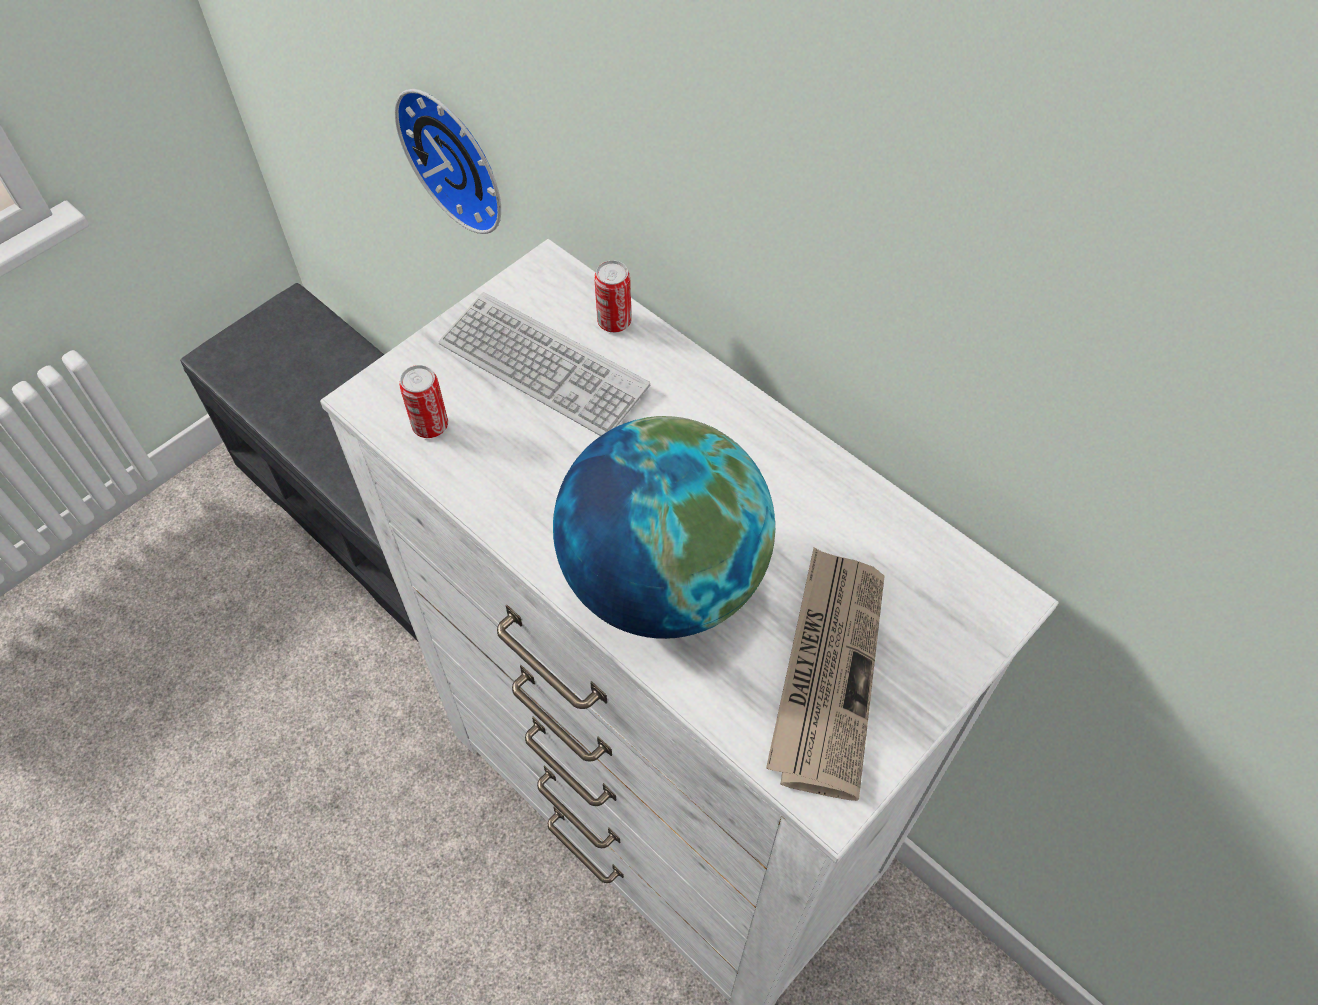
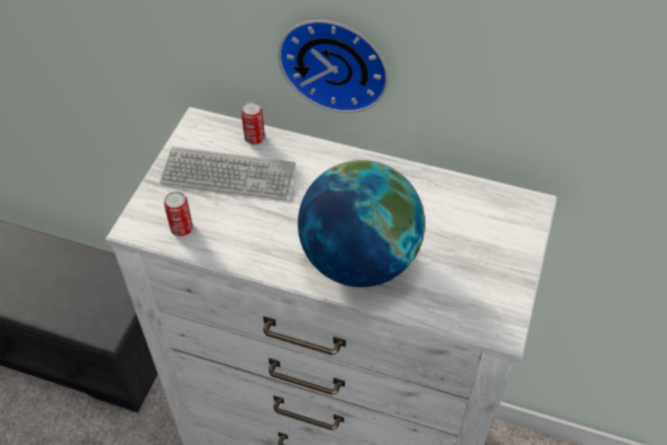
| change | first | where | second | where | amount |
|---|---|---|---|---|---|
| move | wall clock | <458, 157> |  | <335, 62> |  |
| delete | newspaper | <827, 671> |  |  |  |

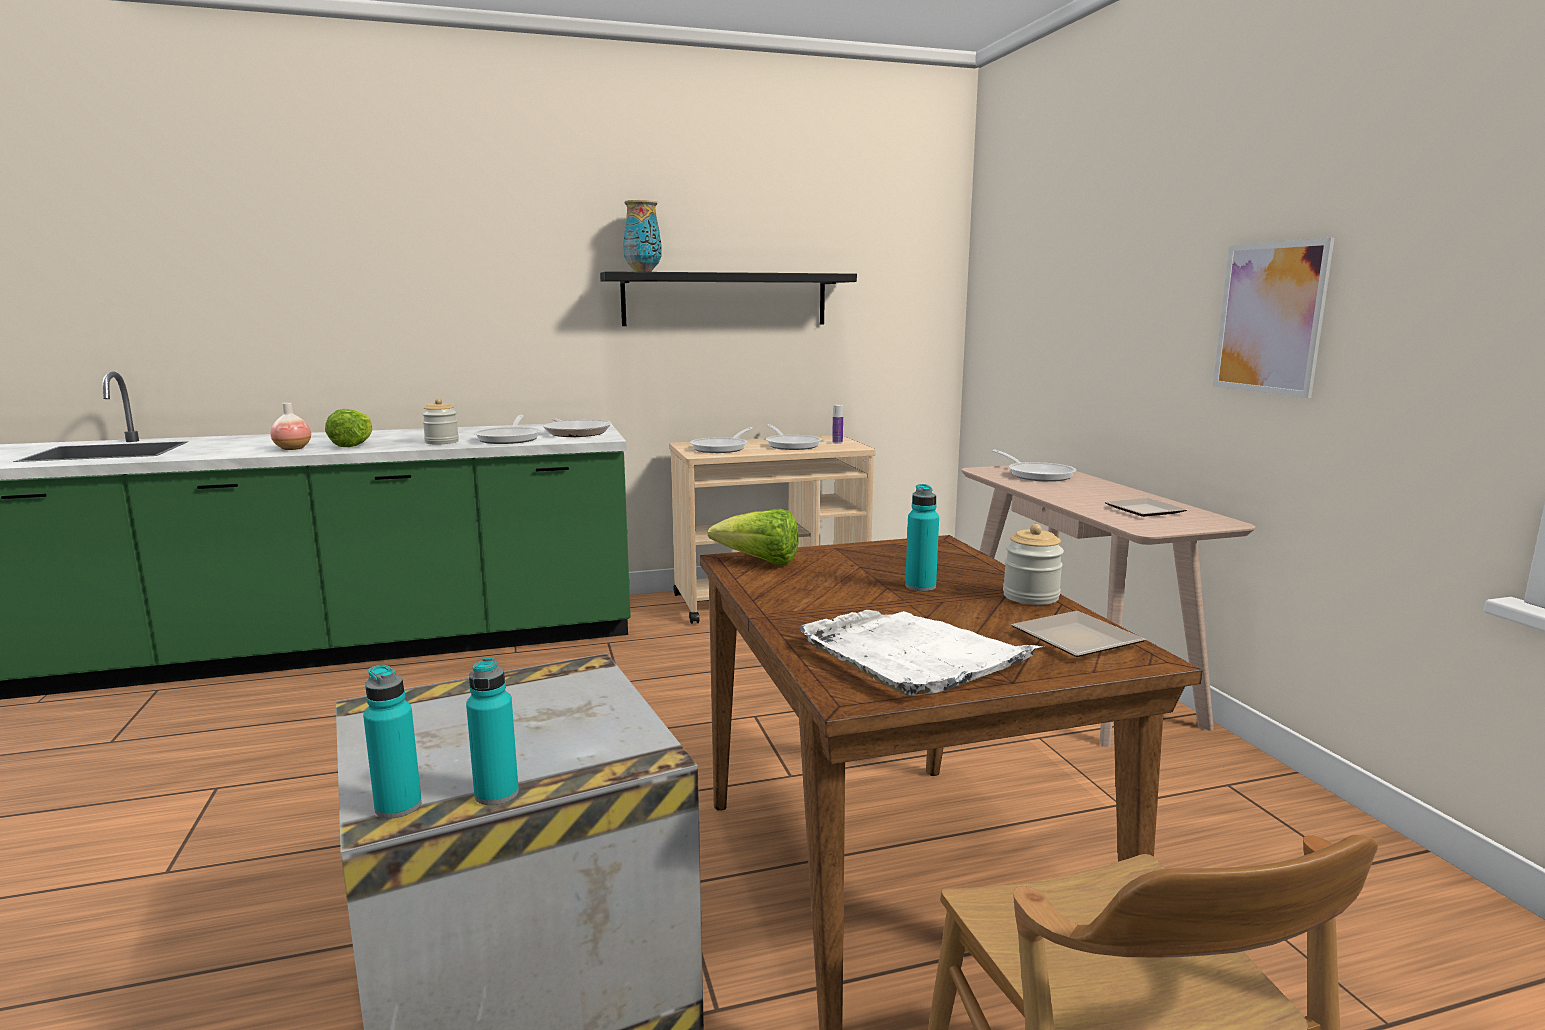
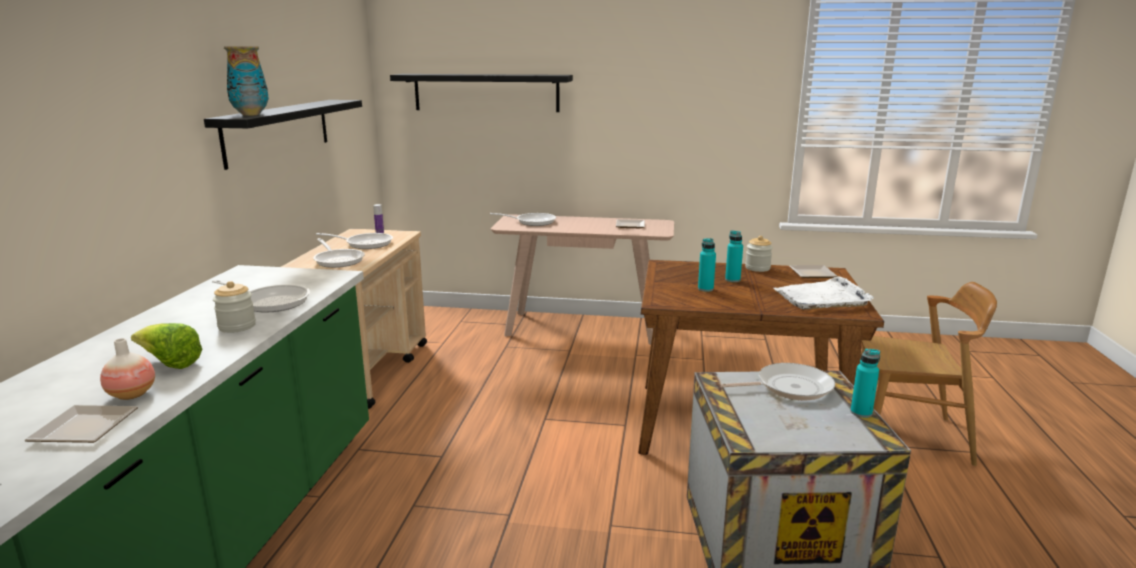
| change | first | where | second | where | amount |
|---|---|---|---|---|---|
| delete | picture | <1270, 318> |  |  |  |
| move | frying pan | <576, 432> |  | <789, 387> |  |
| delete | lettuce | <760, 562> |  |  |  |
| move | turquoise bottle | <398, 806> |  | <705, 289> |  |
| insert |  |  | black shelf | <486, 92> |  |
| insert |  |  | plate | <81, 429> |  |

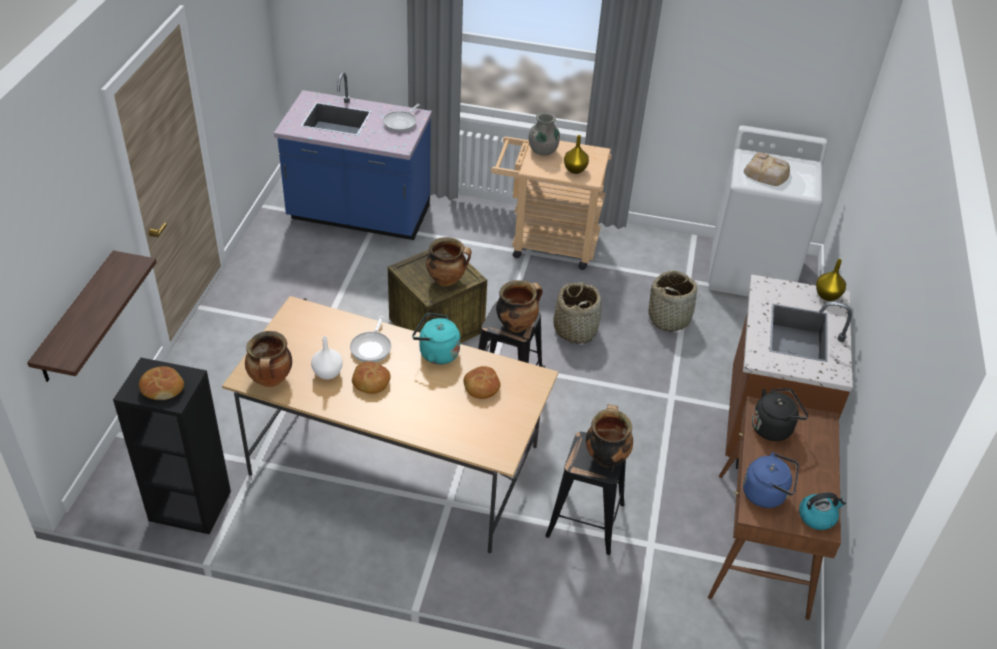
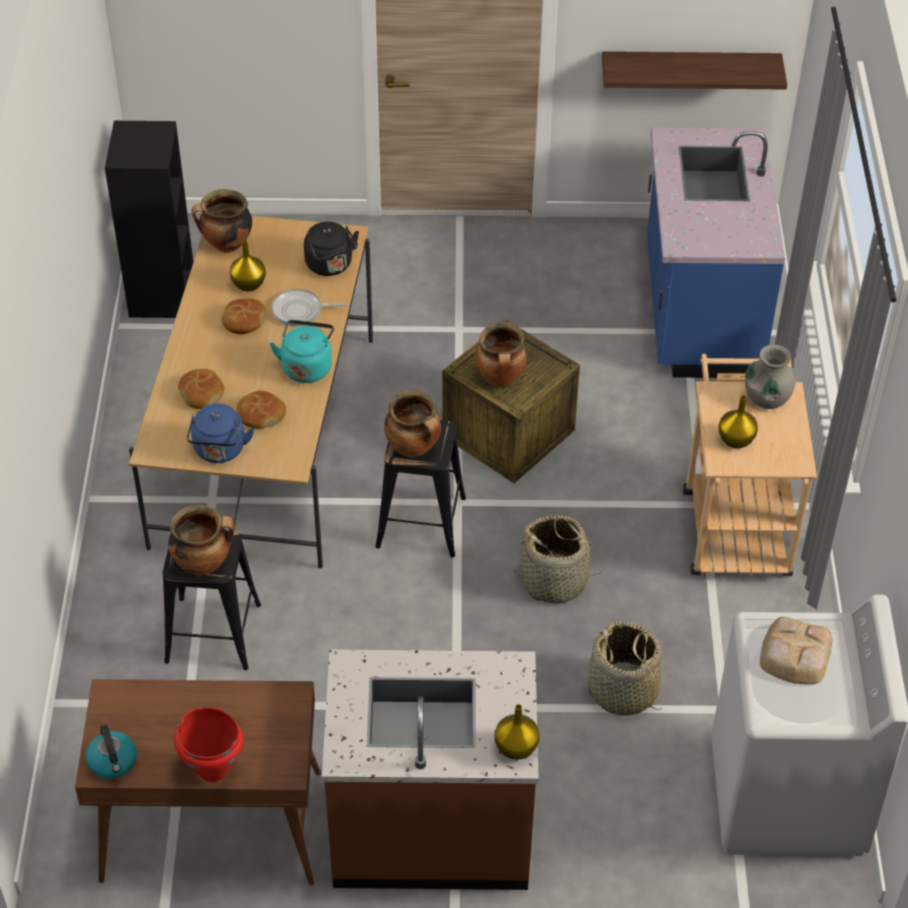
| change | first | where | second | where | amount |
|---|---|---|---|---|---|
| delete | frying pan | <401, 123> |  |  |  |
| move | shelf | <77, 318> |  | <689, 70> |  |
| recolor | white vase | <328, 373> | yellow vase | <249, 285> |  |
| move | bread | <162, 388> |  | <202, 393> |  |
| move | black kettle | <774, 427> |  | <331, 266> |  |
| move | blue kettle | <767, 494> |  | <219, 451> |  |
| insert |  |  | red cooking pot | <213, 770> |  |

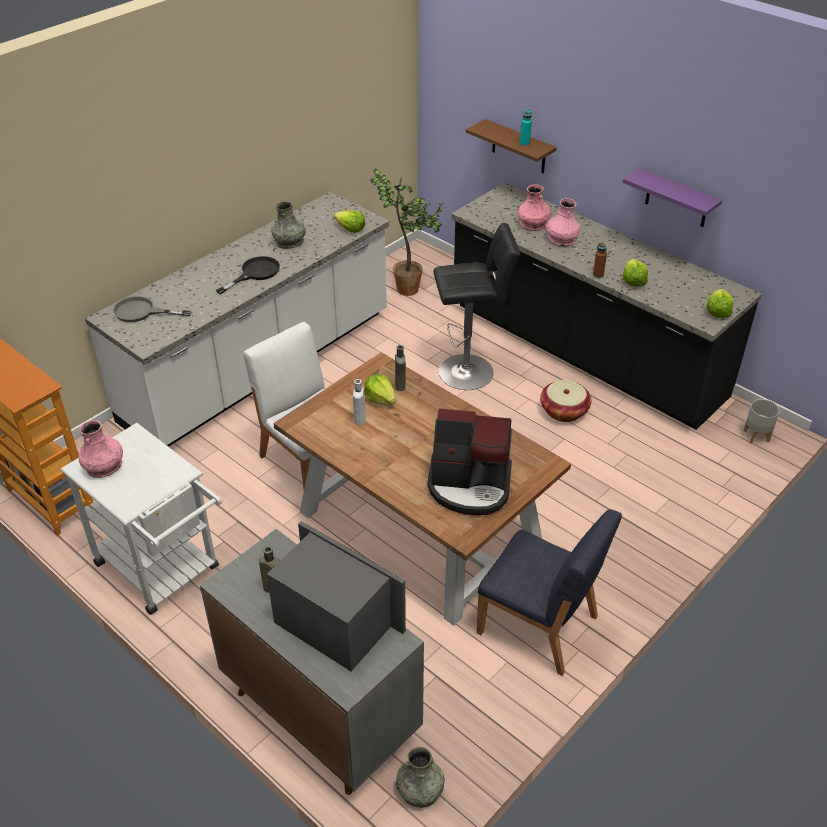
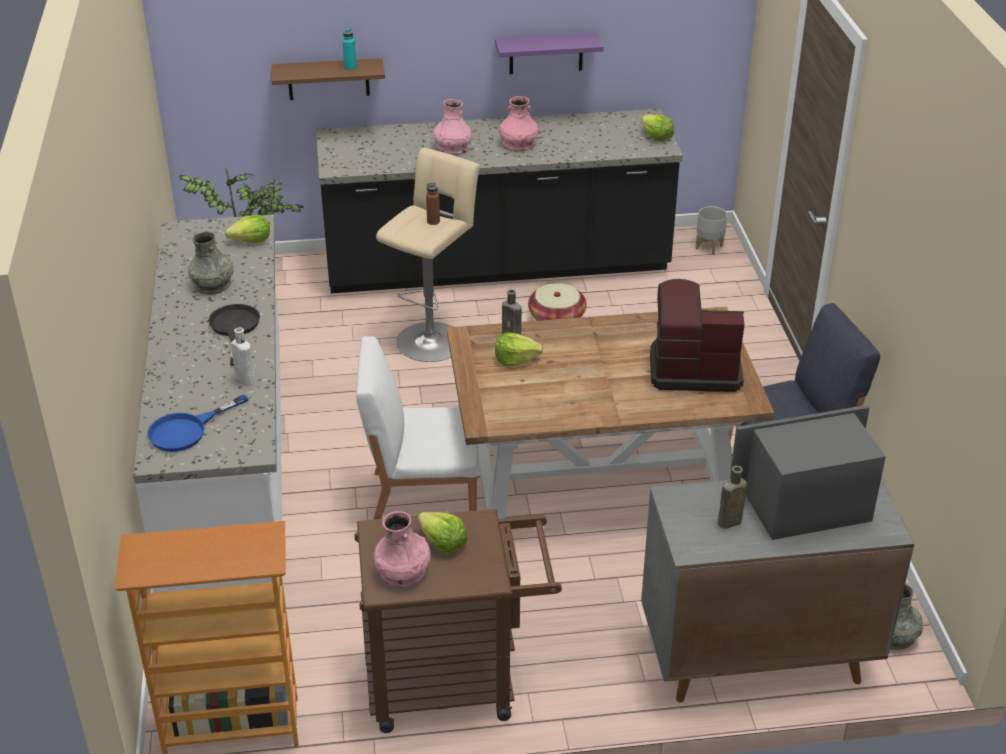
| change | first | where | second | where | amount |
|---|---|---|---|---|---|
| move | pink vase | <533, 224> |  | <518, 143> |  |
| recolor | black stool | <470, 371> | beige stool | <433, 339> |  |
| move | brown bottle | <598, 275> |  | <433, 221> |  |
| move | lettuce | <633, 281> |  | <442, 543> |  |
| recolor | grey frying pan | <142, 312> | blue frying pan | <187, 430> |  |
| move | white bottle | <360, 418> |  | <244, 379> |  |
| rotate | coffee machine | <470, 485> |  | <693, 368> | 135 degrees counterclockwise |
| recolor | white cart | <164, 571> | brown cart | <455, 682> |  |

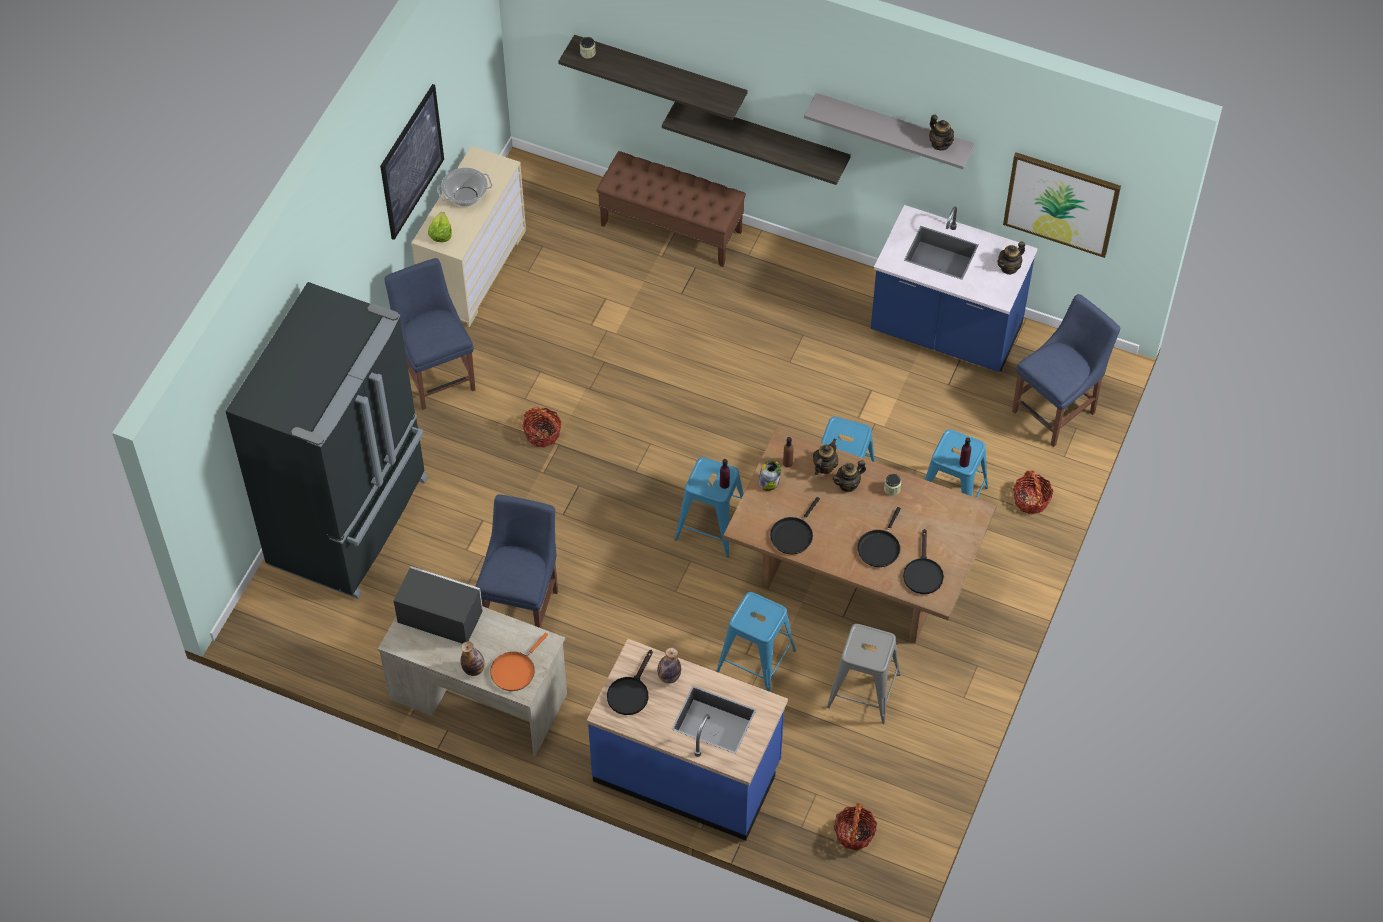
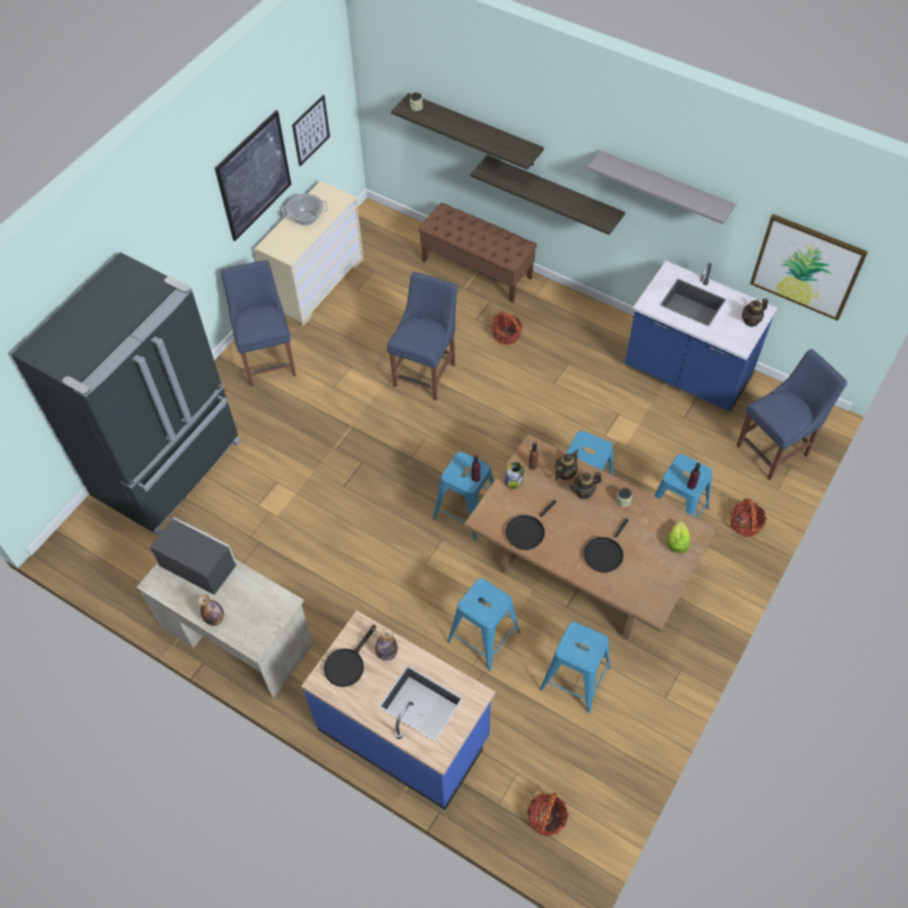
| change | first | where | second | where | amount |
|---|---|---|---|---|---|
| delete | teapot | <940, 144> |  |  |  |
| move | lettuce | <440, 234> |  | <677, 542> |  |
| move | basket | <542, 434> |  | <506, 335> |  |
| move | blue chair | <522, 607> |  | <426, 372> |  |
| delete | black frying pan | <922, 572> |  |  |  |
| recolor | grey stool | <864, 690> | blue stool | <575, 678> |  |
| delete | orange frying pan | <515, 670> |  |  |  |
| insert |  |  | picture | <311, 130> |  |

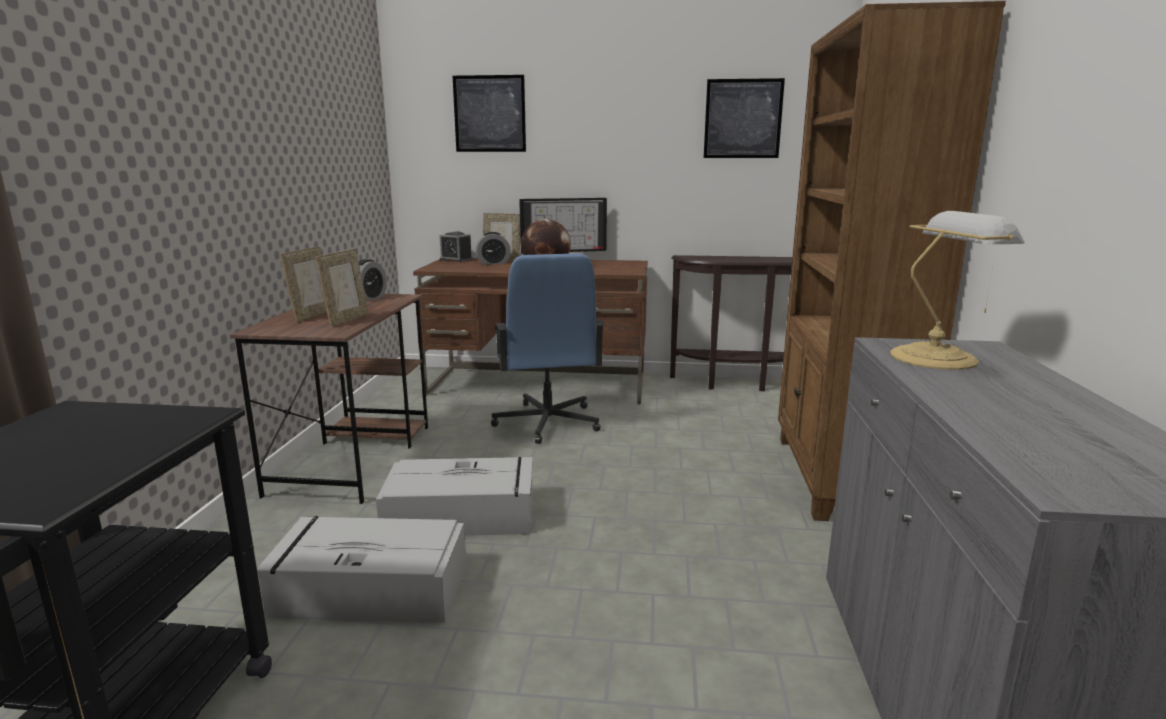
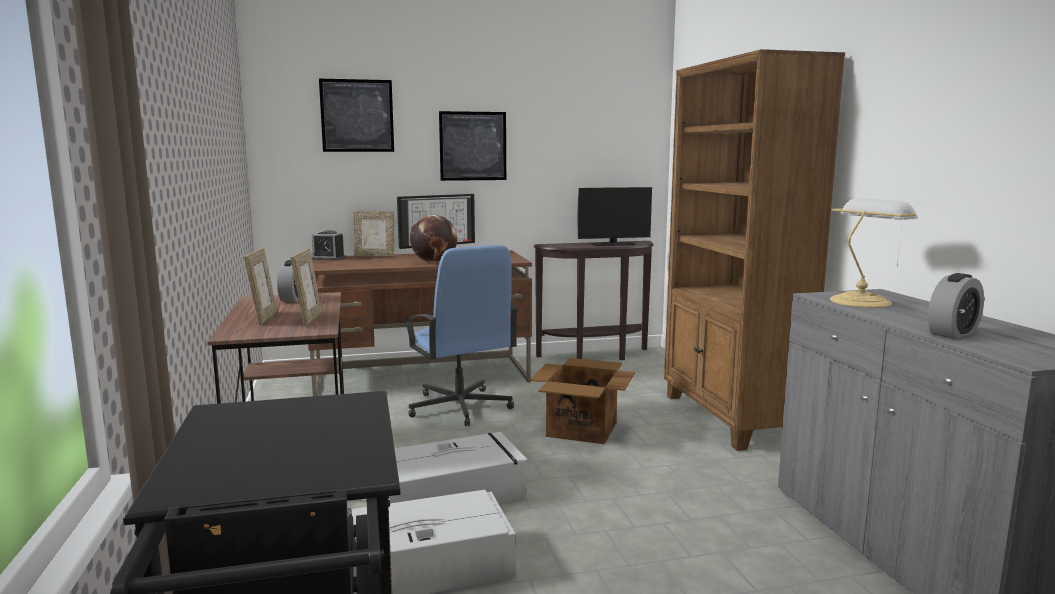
| change | first | where | second | where | amount |
|---|---|---|---|---|---|
| move | picture | <743, 119> |  | <473, 146> |  |
| move | alarm clock | <493, 263> |  | <953, 333> |  |
| insert |  |  | monitor | <613, 244> |  |
| insert |  |  | cardboard box | <581, 430> |  |

